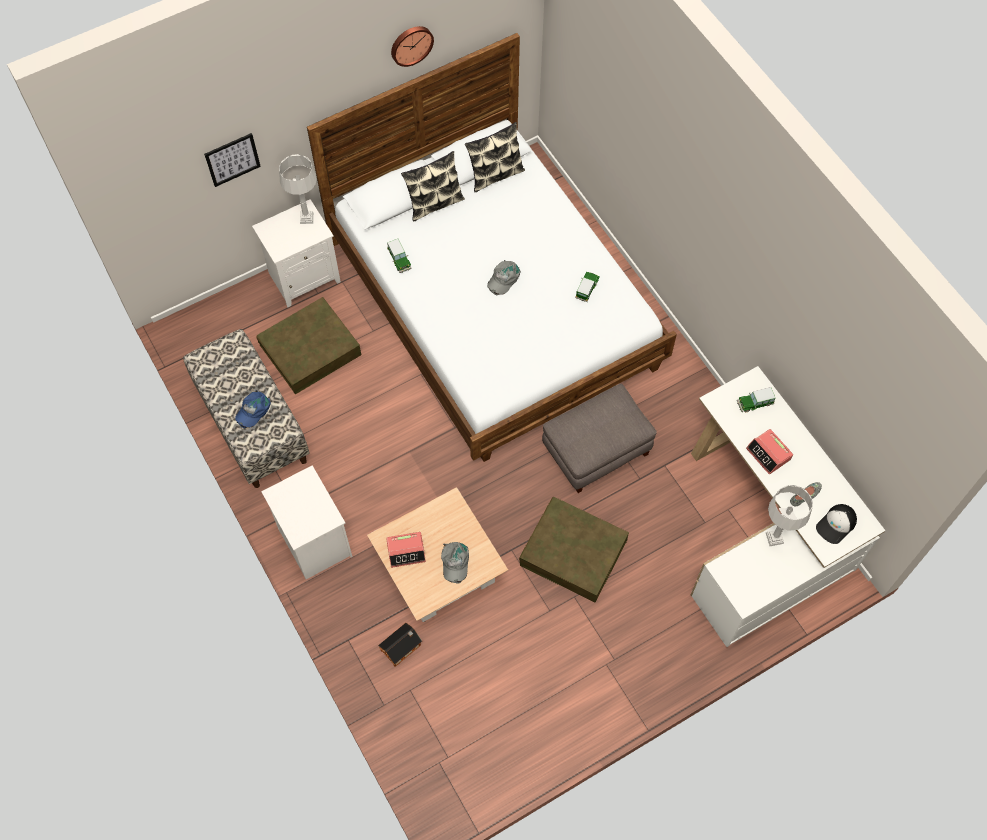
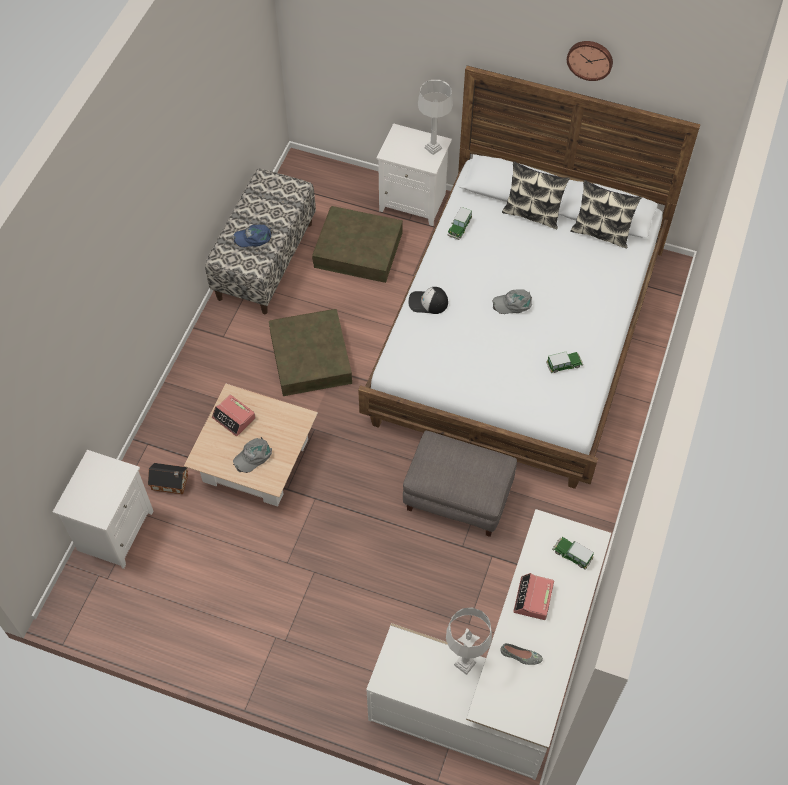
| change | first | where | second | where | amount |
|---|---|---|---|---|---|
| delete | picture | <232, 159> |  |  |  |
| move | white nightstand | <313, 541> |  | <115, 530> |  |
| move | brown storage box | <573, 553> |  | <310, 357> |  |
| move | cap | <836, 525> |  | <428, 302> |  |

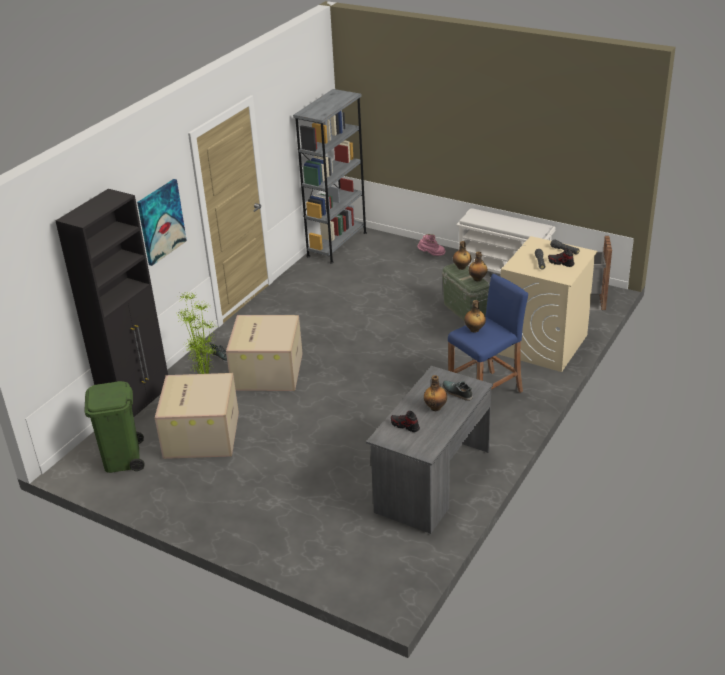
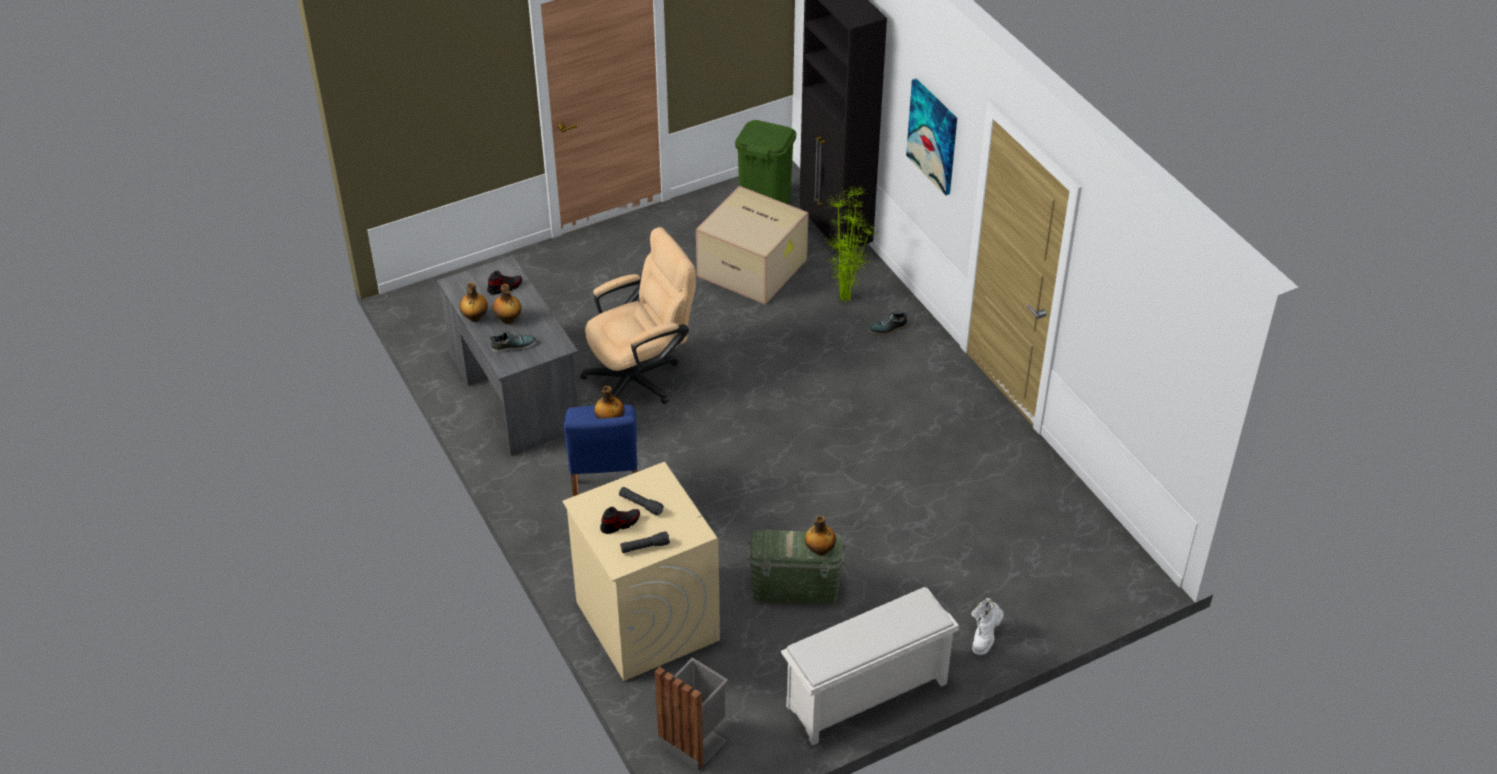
| change | first | where | second | where | amount |
|---|---|---|---|---|---|
| delete | grey bookcase | <337, 244> |  |  |  |
| recolor | pink boot | <431, 254> | white boot | <985, 637> |  |
| move | bottle | <478, 279> |  | <475, 318> |  |
| delete | cardboard box | <267, 371> |  |  |  |
| insert |  |  | beige office chair | <641, 377> |  |

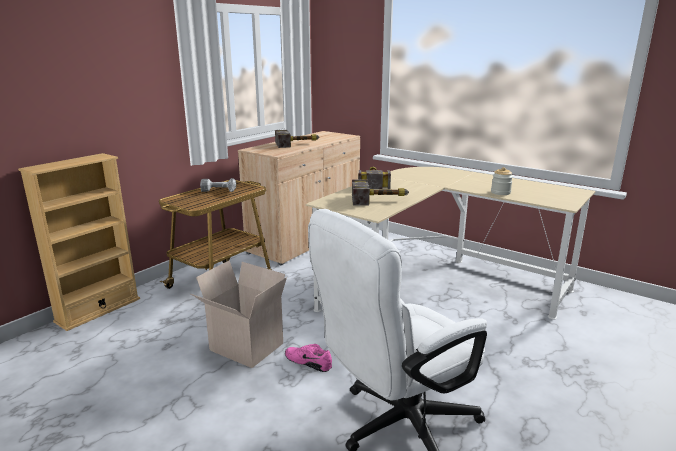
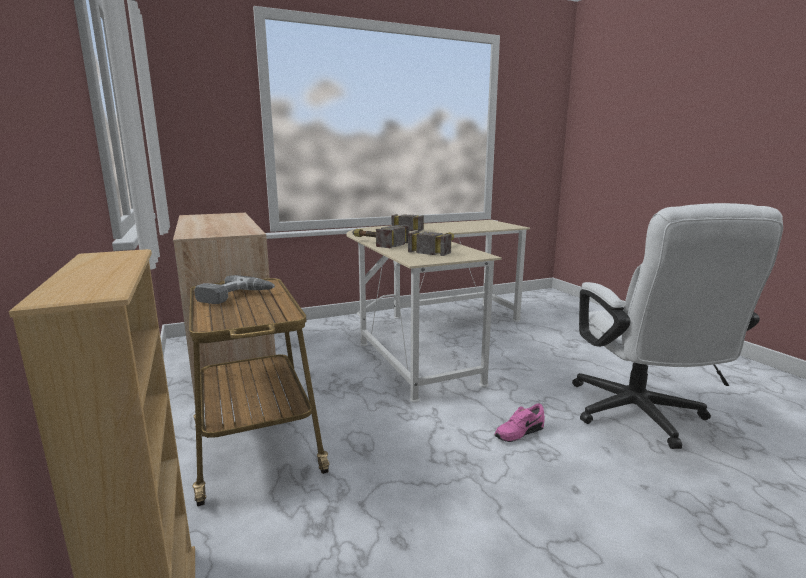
| change | first | where | second | where | amount |
|---|---|---|---|---|---|
| move | hammer | <298, 144> |  | <412, 227> |  |
| delete | jar | <500, 192> |  |  |  |
| delete | cardboard box | <244, 347> |  |  |  |

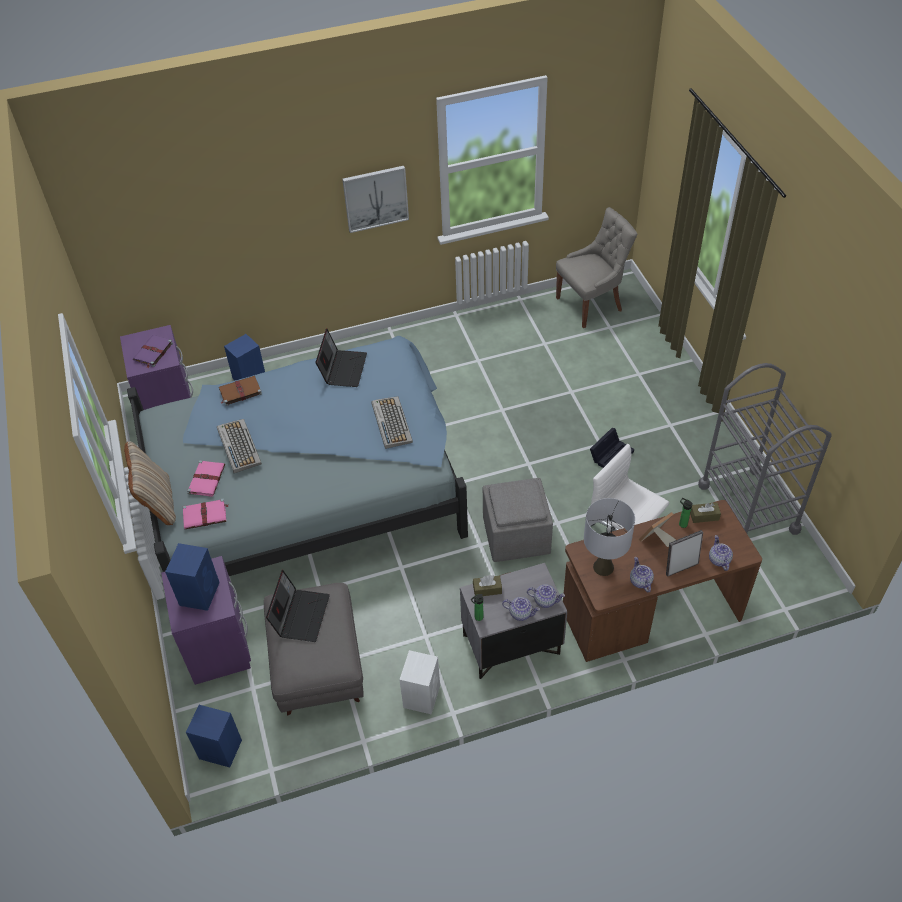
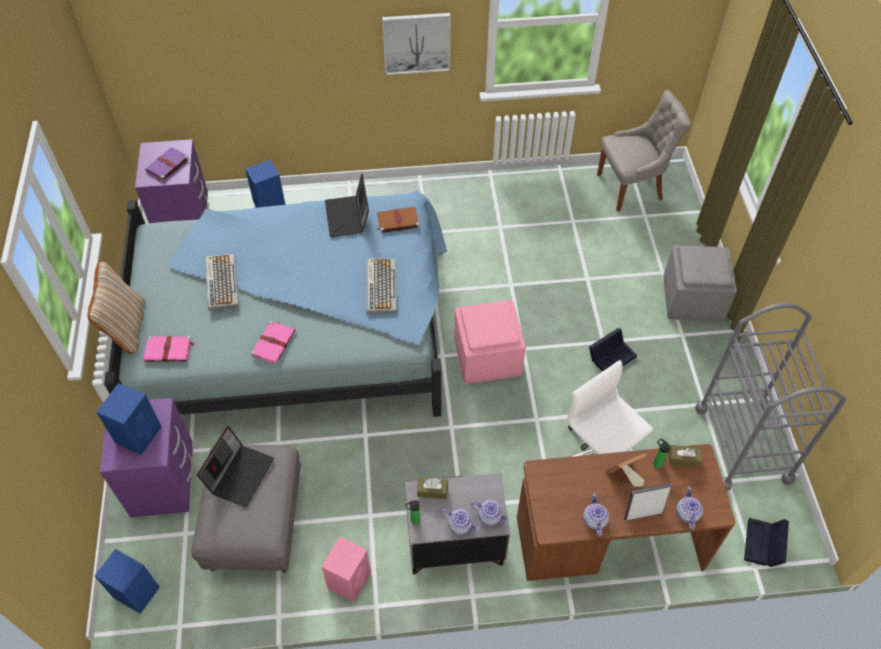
| change | first | where | second | where | amount |
|---|---|---|---|---|---|
| rotate | laptop | <343, 368> |  | <348, 217> | 150 degrees clockwise |
| move | brown book | <239, 392> |  | <397, 221> |  |
| move | pink book | <207, 479> |  | <274, 342> |  |
| move | grey ottoman | <515, 537> |  | <692, 300> |  |
| delete | grey table lamp | <603, 567> |  |  |  |
| recolor | white speaker | <422, 695> | pink speaker | <350, 579> |  |
| insert |  |  | pink ottoman | <487, 358> |  |
| insert |  |  | black storage box | <763, 545> |  |

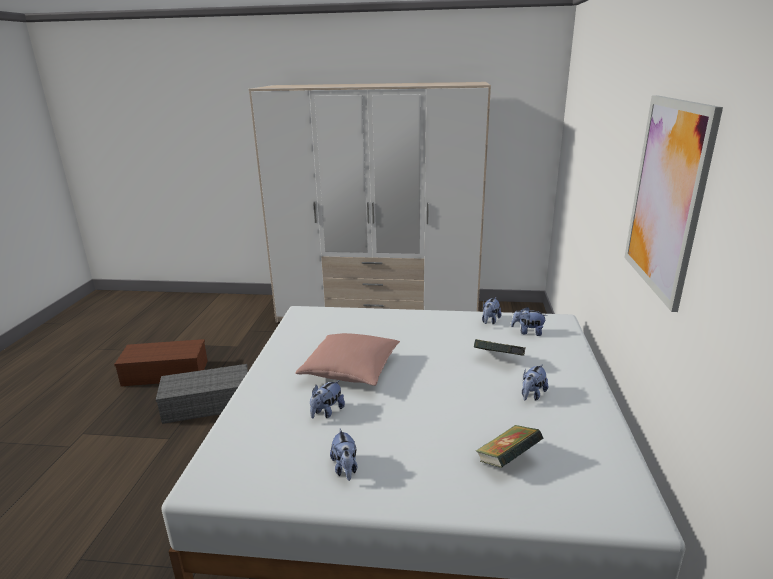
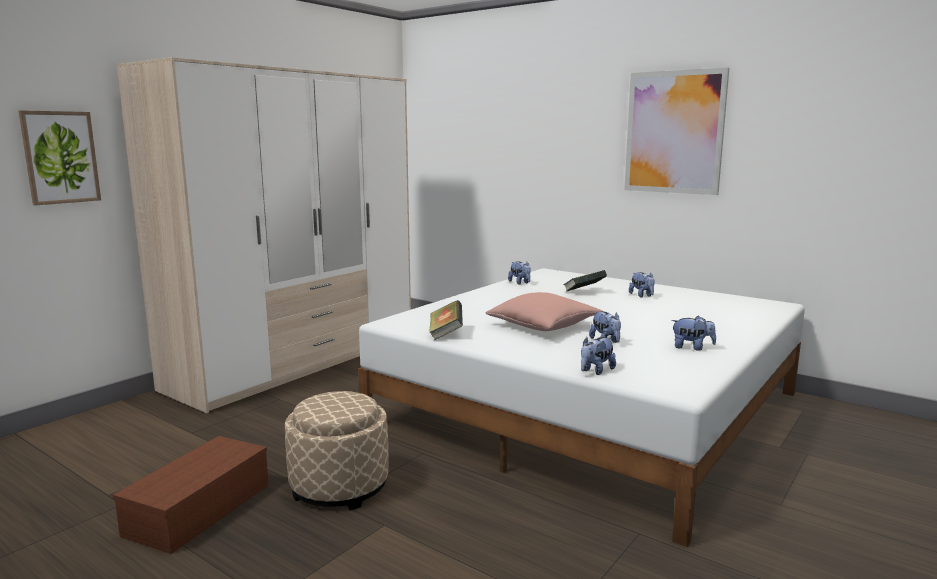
| change | first | where | second | where | amount |
|---|---|---|---|---|---|
| move | plush toy | <527, 332> |  | <596, 371> |  |
| replace | grey storage box | <209, 403> | beige ottoman | <339, 486> |  |
| move | book | <507, 460> |  | <446, 334> |  |
| insert |  |  | picture | <60, 157> |  |

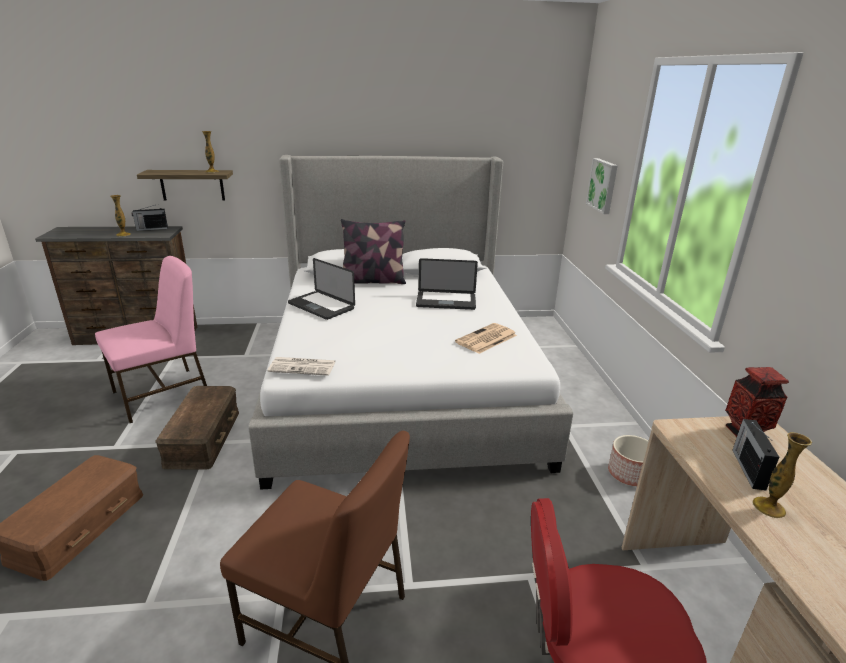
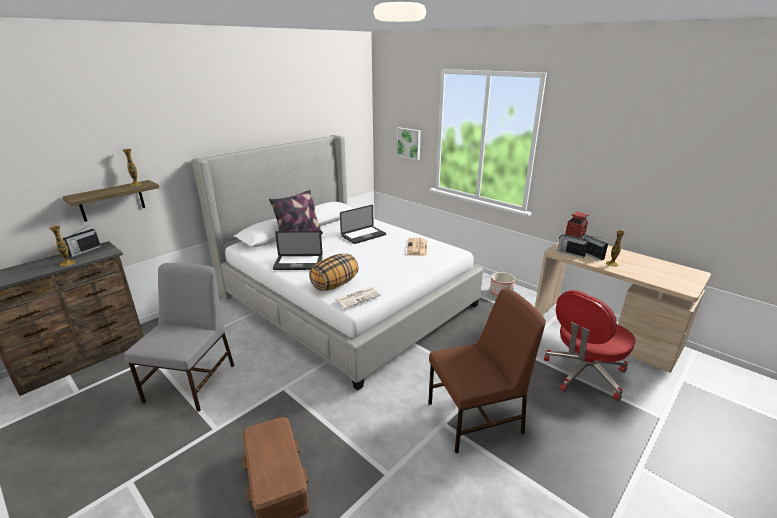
| change | first | where | second | where | amount |
|---|---|---|---|---|---|
| recolor | pink chair | <164, 394> | grey chair | <192, 382> |  |
| delete | brown storage box | <204, 438> |  |  |  |
| insert |  |  | radio | <570, 253> |  |
| insert |  |  | pillow | <335, 284> |  |

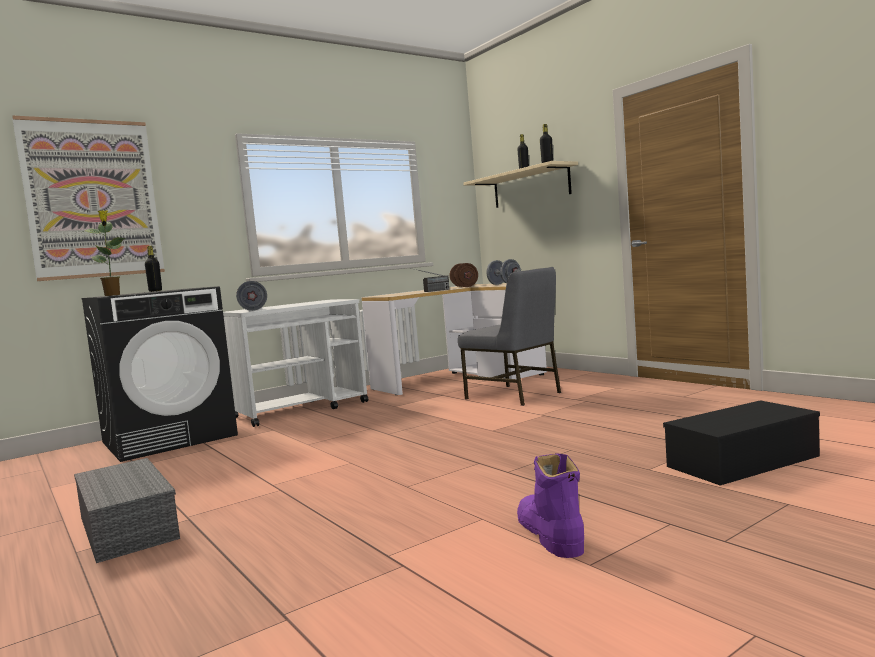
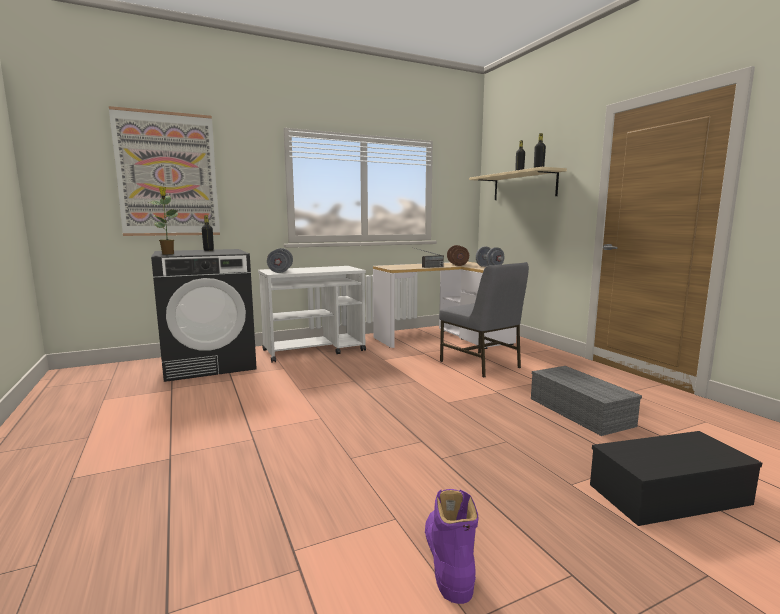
| change | first | where | second | where | amount |
|---|---|---|---|---|---|
| move | grey storage box | <125, 527> |  | <578, 411> |  |

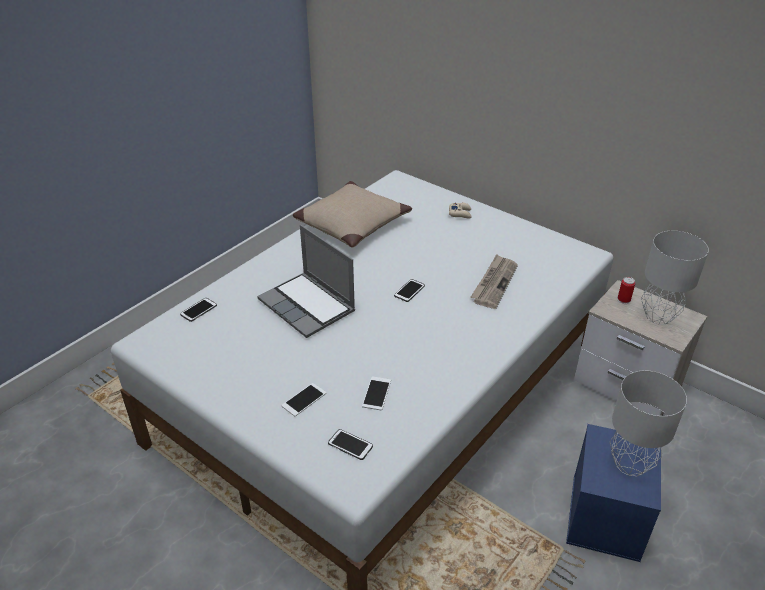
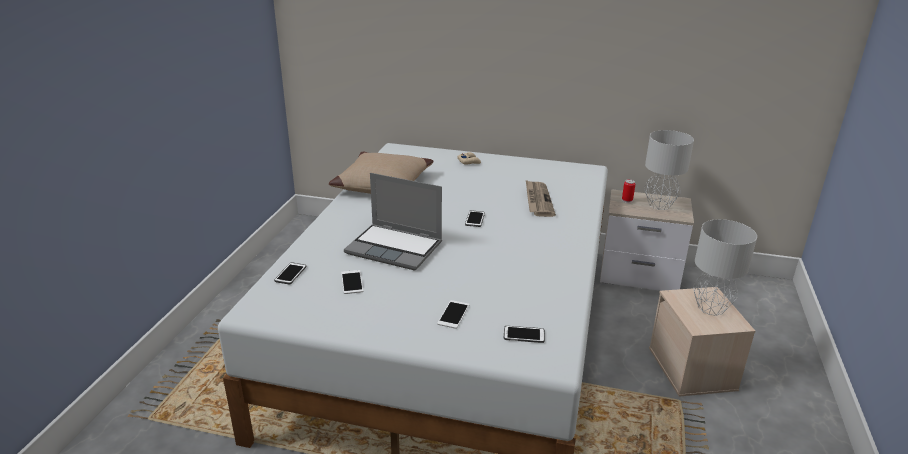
| change | first | where | second | where | amount |
|---|---|---|---|---|---|
| move | phone | <376, 393> |  | <352, 282> |  |
| recolor | blue storage box | <606, 518> | beige storage box | <693, 369> |  |

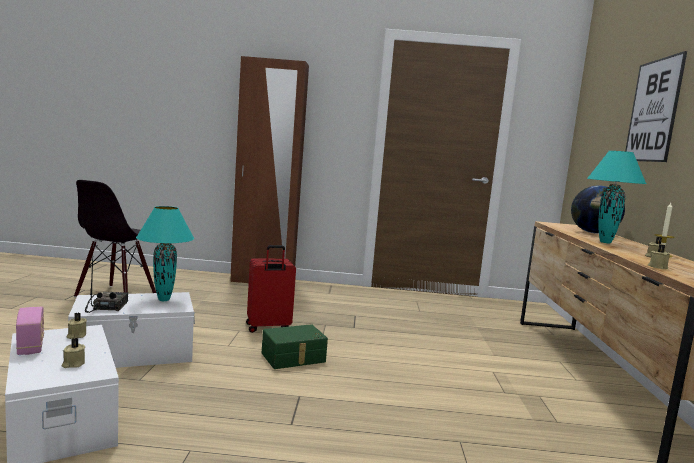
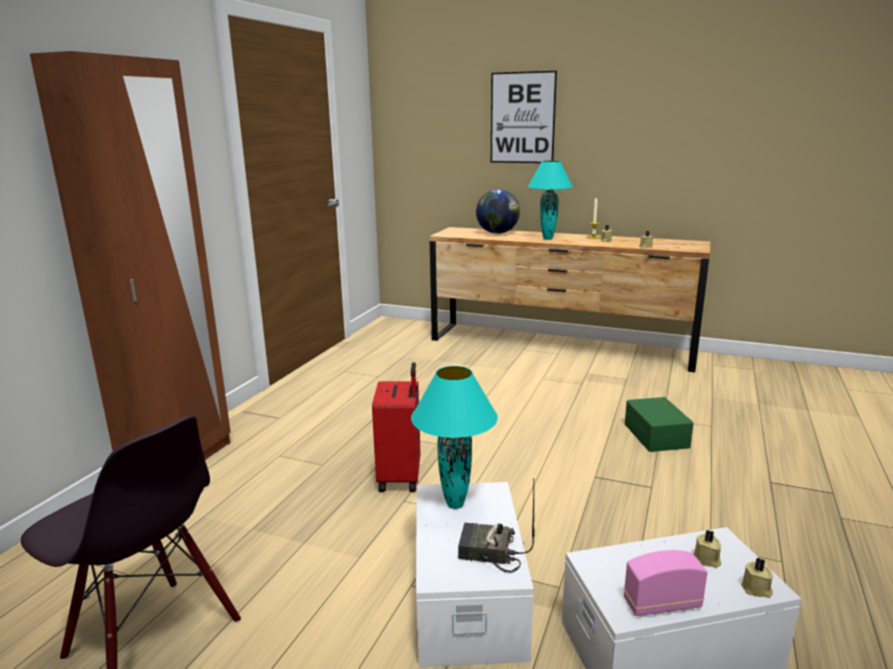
| change | first | where | second | where | amount |
|---|---|---|---|---|---|
| move | beige candle | <76, 335> |  | <756, 589> |  |
| move | green storage box | <294, 358> |  | <657, 435> |  |

